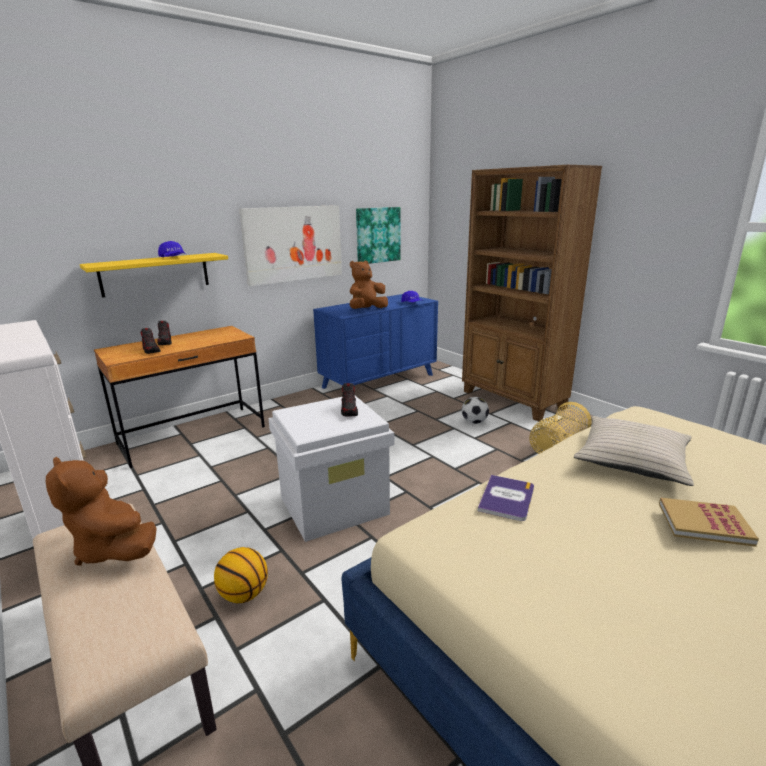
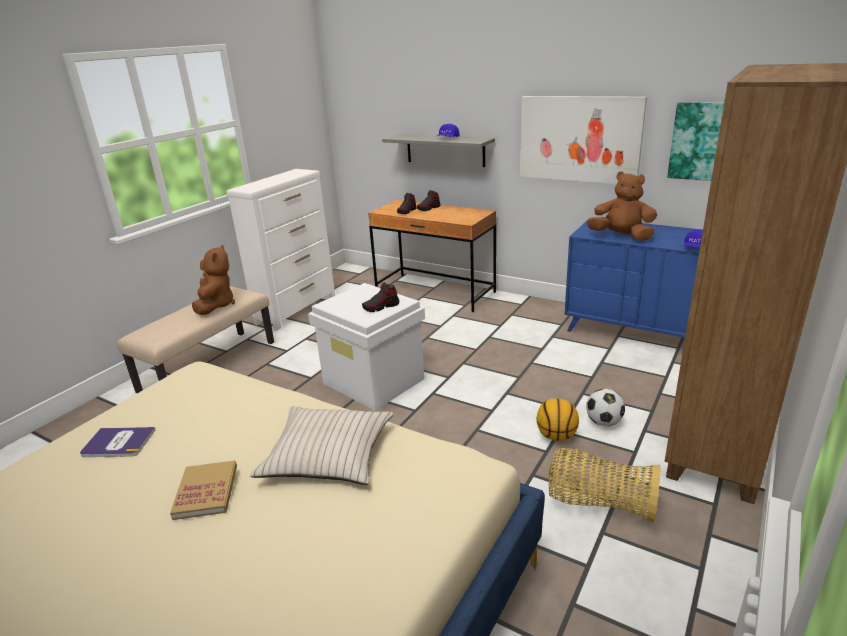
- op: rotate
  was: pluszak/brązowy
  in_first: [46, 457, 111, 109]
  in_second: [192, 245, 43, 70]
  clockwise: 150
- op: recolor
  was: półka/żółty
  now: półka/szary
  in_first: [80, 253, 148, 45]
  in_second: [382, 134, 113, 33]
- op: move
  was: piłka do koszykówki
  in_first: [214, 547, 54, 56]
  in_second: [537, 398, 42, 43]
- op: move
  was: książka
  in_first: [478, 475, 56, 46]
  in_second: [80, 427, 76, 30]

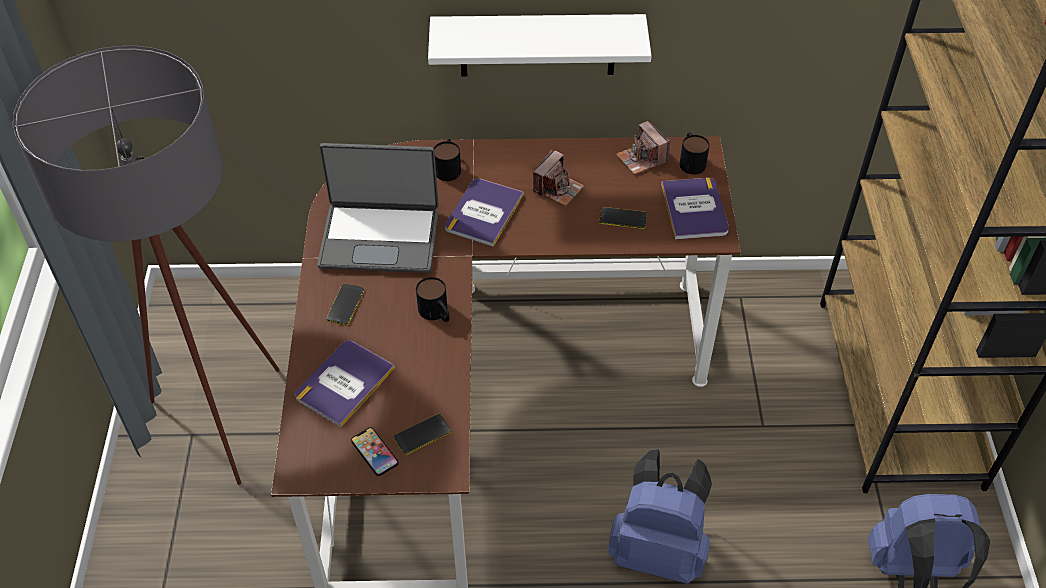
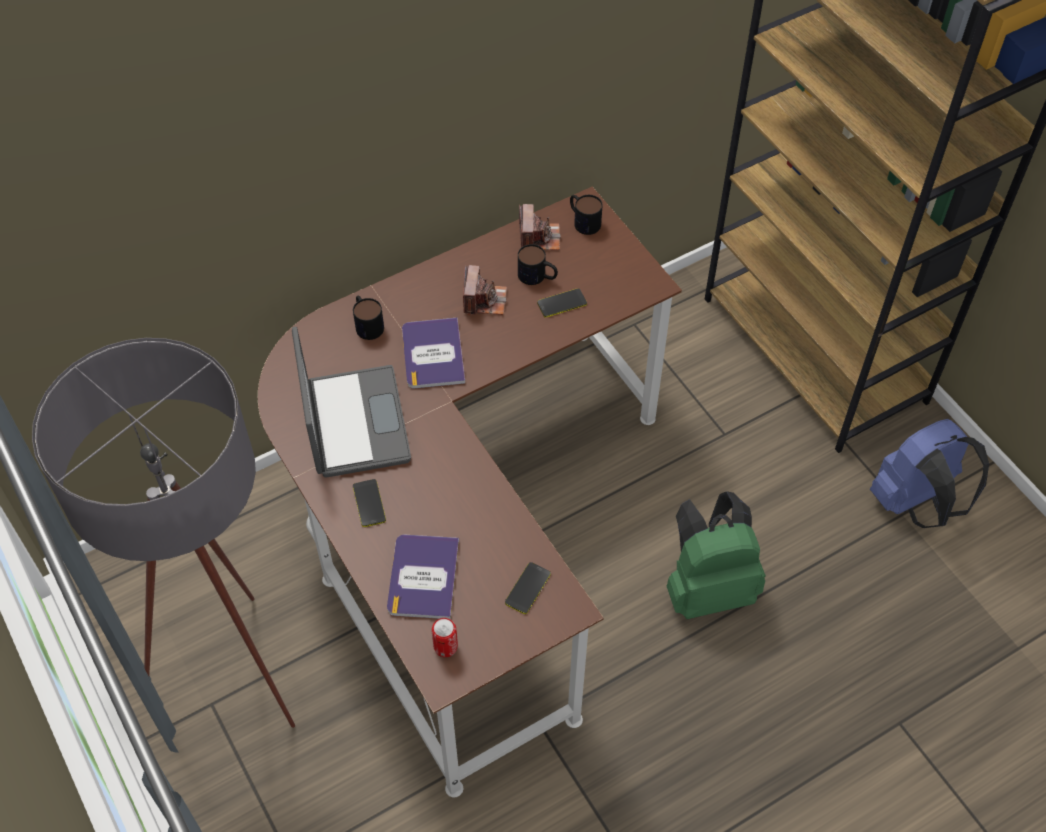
- op: rotate
  was: laptop
  in_first: [317, 143, 122, 130]
  in_second: [292, 327, 119, 151]
  clockwise: -75
- op: delete
  was: telefon
  in_first: [351, 427, 48, 49]
- op: move
  was: kubek
  in_first: [416, 277, 33, 45]
  in_second: [518, 244, 40, 41]
- op: delete
  was: półka/biały
  in_first: [428, 14, 224, 62]
- op: recolor
  was: plecak/niebieski
  now: plecak/zielony
  in_first: [608, 449, 104, 135]
  in_second: [667, 491, 99, 128]
- op: rotate
  was: aparat fotograficzny
  in_first: [616, 121, 54, 54]
  in_second: [519, 204, 42, 46]
  clockwise: -120
- op: delete
  was: książka
  in_first: [661, 178, 68, 62]
- op: insert
  now: puszka
  in_second: [432, 618, 26, 39]

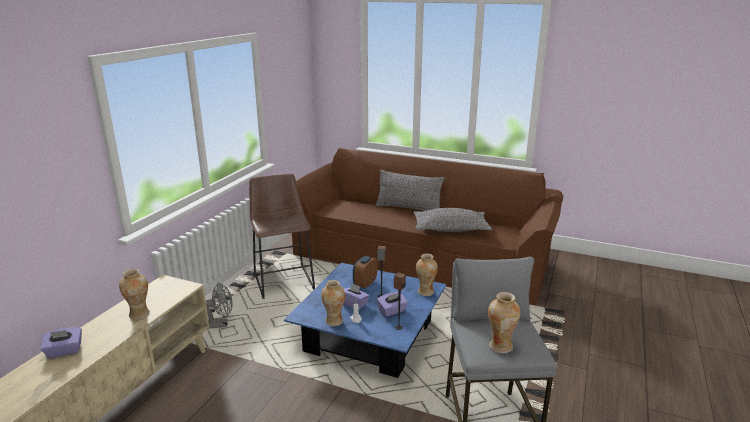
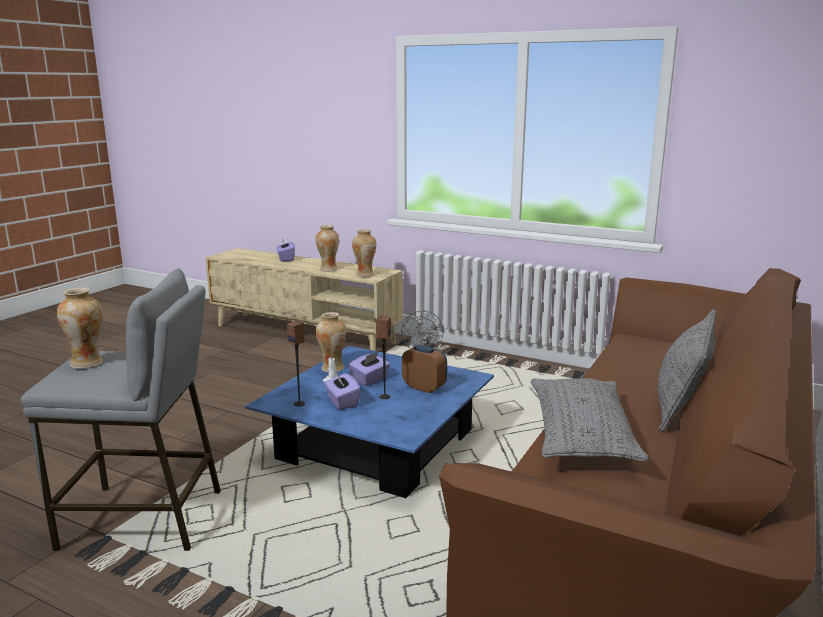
- op: delete
  was: stołek/brązowy
  in_first: [249, 174, 66, 125]
- op: move
  was: wazon
  in_first: [416, 254, 22, 42]
  in_second: [352, 229, 24, 48]

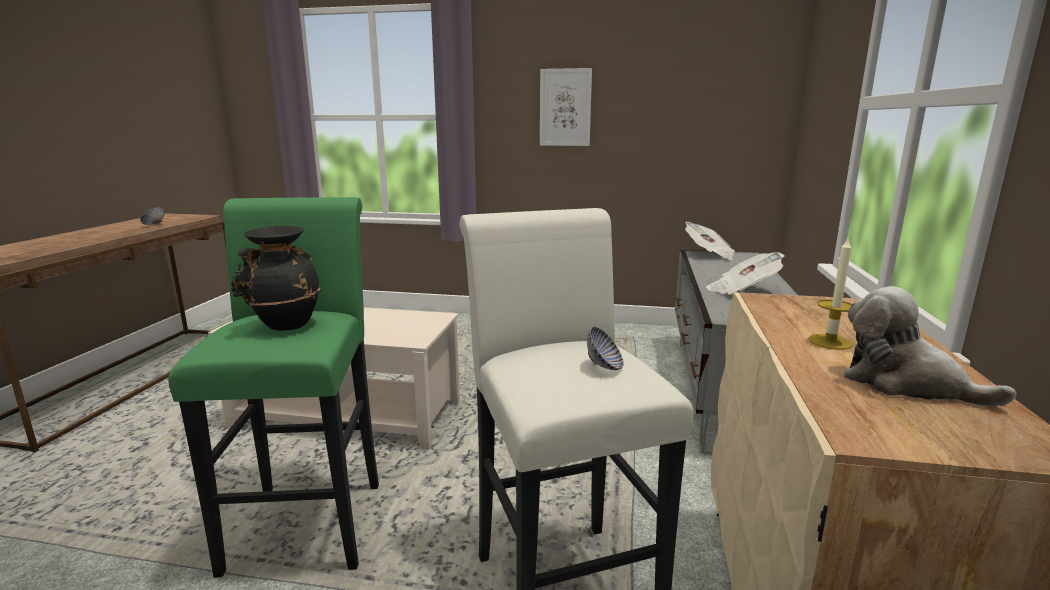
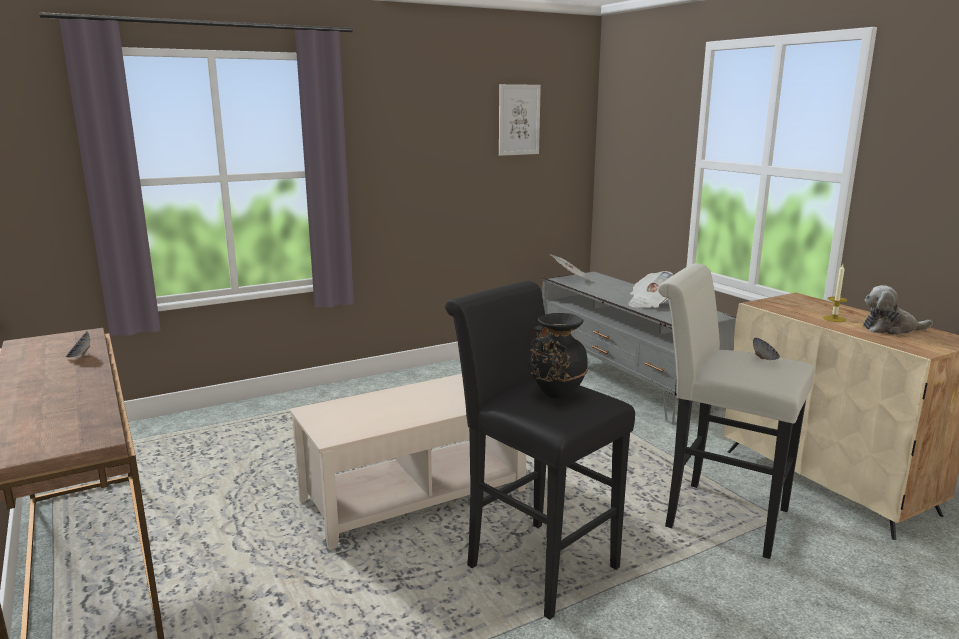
- op: recolor
  was: stołek/zielony
  now: stołek/czarny
  in_first: [168, 197, 211, 381]
  in_second: [445, 281, 190, 339]
- op: move
  was: obraz
  in_first: [540, 68, 52, 78]
  in_second: [499, 84, 42, 72]

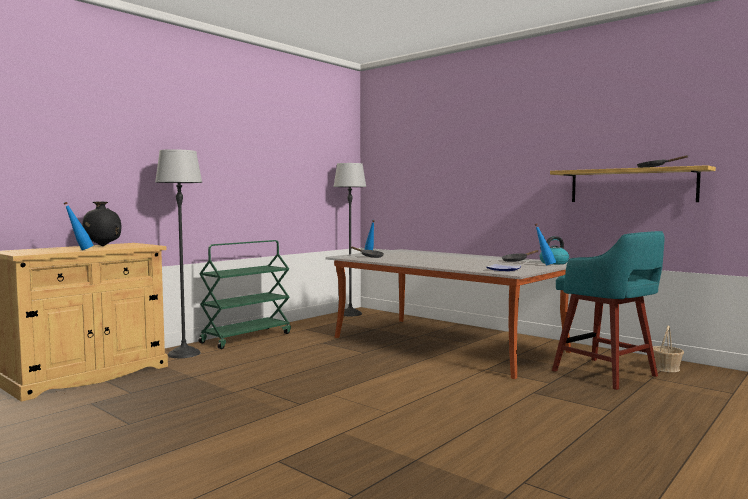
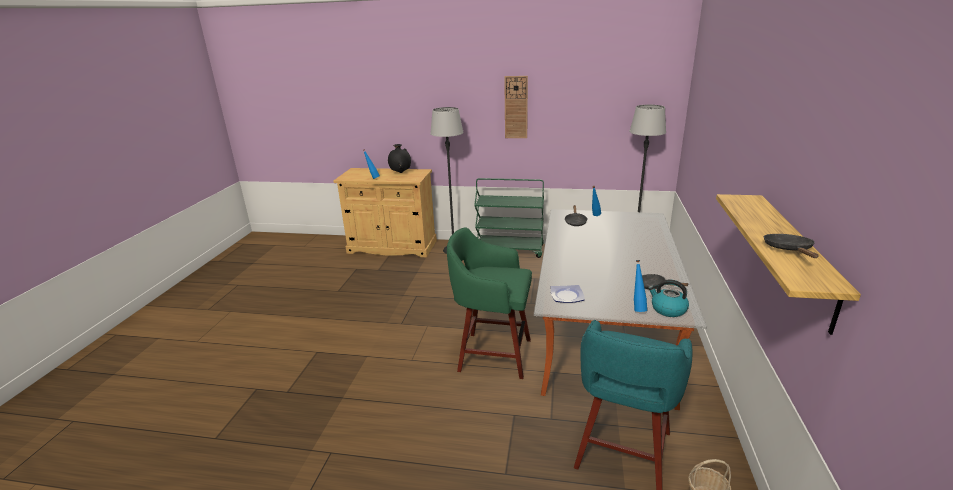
- op: insert
  now: stołek/zielony
  in_second: [447, 227, 85, 152]
- op: insert
  now: zegar ścienny
  in_second: [504, 76, 24, 62]

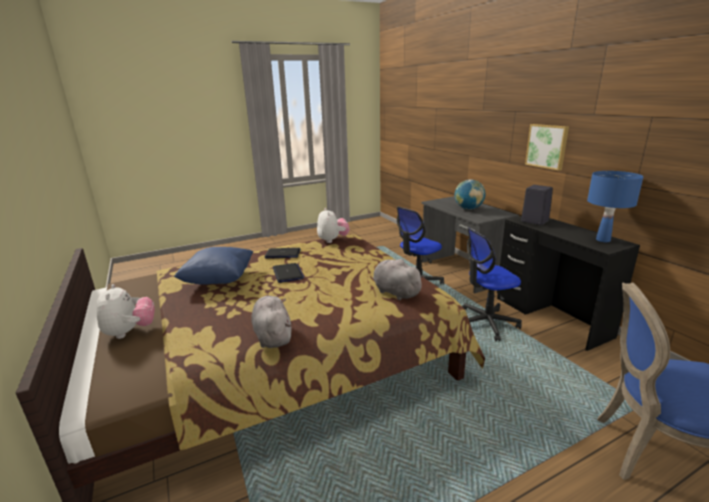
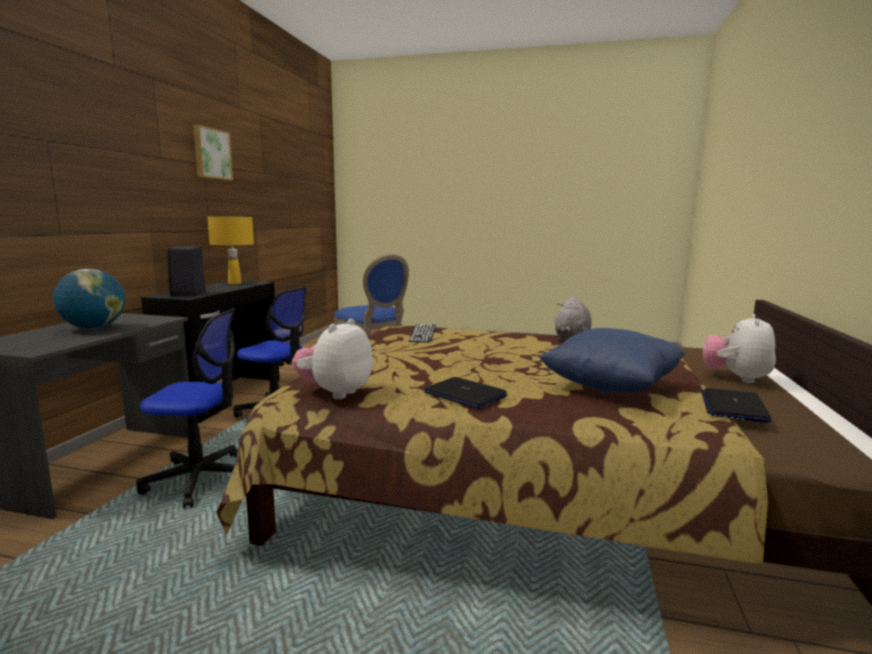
- op: move
  was: laptop
  in_first: [273, 263, 32, 20]
  in_second: [701, 388, 71, 35]
- op: replace
  was: pluszak/szary
  now: klawiatura
  in_first: [373, 259, 52, 41]
  in_second: [409, 324, 27, 18]
- op: move
  was: obraz
  in_first: [525, 124, 44, 46]
  in_second: [193, 124, 40, 56]
- op: recolor
  was: lampa stołowa/niebieski
  now: lampa stołowa/żółty
  in_first: [587, 171, 56, 71]
  in_second: [208, 217, 46, 67]

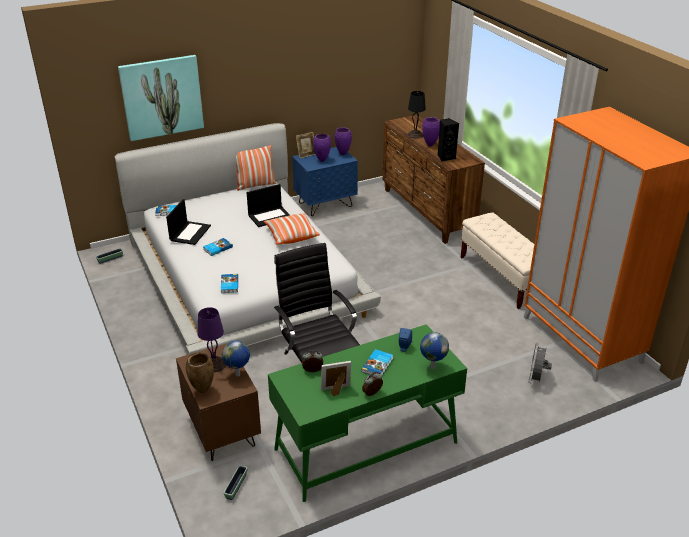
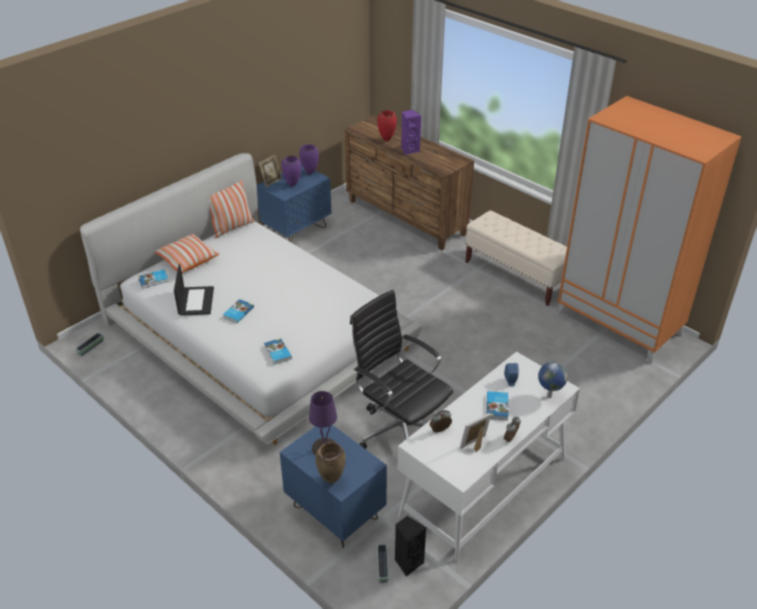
- op: delete
  was: obraz
  in_first: [118, 55, 86, 86]
- op: recolor
  was: szafka nocna/brązowy
  now: szafka nocna/niebieski
  in_first: [176, 343, 85, 118]
  in_second: [280, 425, 107, 123]
- op: delete
  was: globus
  in_first: [222, 340, 28, 36]
- op: delete
  was: laptop
  in_first: [247, 184, 43, 43]
- op: move
  was: poduszka
  in_first: [264, 213, 56, 32]
  in_second: [155, 234, 64, 39]
- op: recolor
  was: biurko/zielony
  now: biurko/biały
  in_first: [268, 324, 199, 178]
  in_second: [397, 352, 183, 210]
- op: replace
  was: lampa stołowa/czarny
  now: wazon/czerwony
  in_first: [407, 91, 19, 47]
  in_second: [377, 110, 20, 31]
- op: replace
  was: wazon/fioletowy
  now: głośnik/fioletowy
  in_first: [422, 117, 18, 30]
  in_second: [401, 110, 20, 45]
- op: move
  was: głośnik/czarny
  in_first: [438, 118, 21, 43]
  in_second: [395, 516, 31, 61]
- op: delete
  was: wentylator/szary
  in_first: [529, 344, 23, 39]

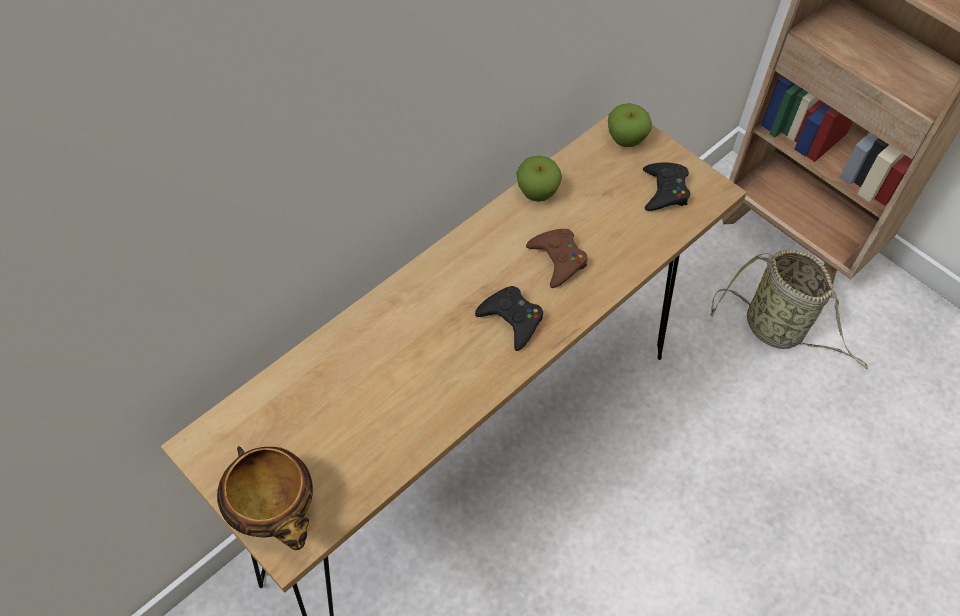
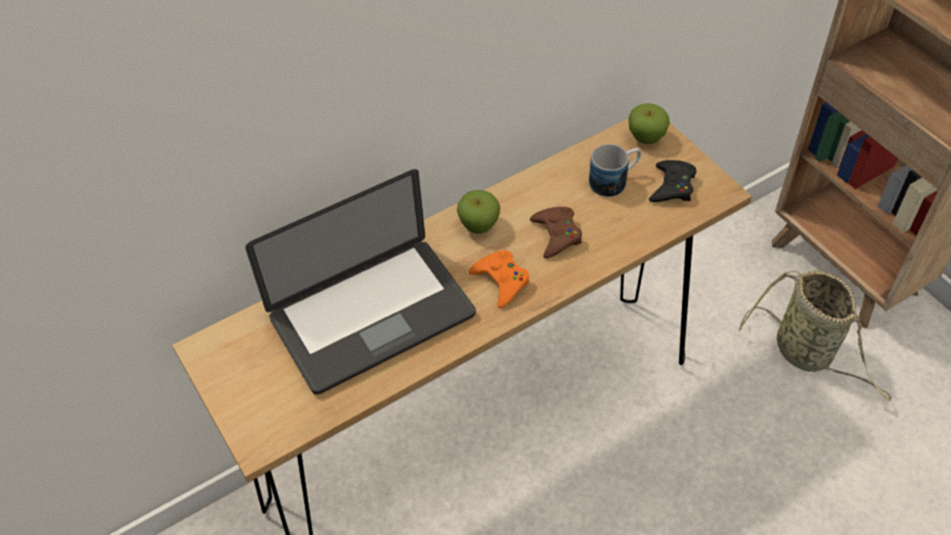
- op: delete
  was: miska
  in_first: [217, 446, 96, 104]
- op: recolor
  was: pad do gier/czarny
  now: pad do gier/pomarańczowy
  in_first: [475, 286, 68, 65]
  in_second: [469, 250, 60, 58]
- op: move
  was: jabłko
  in_first: [516, 156, 46, 46]
  in_second: [457, 190, 43, 44]
- op: insert
  now: laptop
  in_second: [245, 169, 231, 226]
- op: insert
  now: kubek
  in_second: [589, 144, 52, 53]

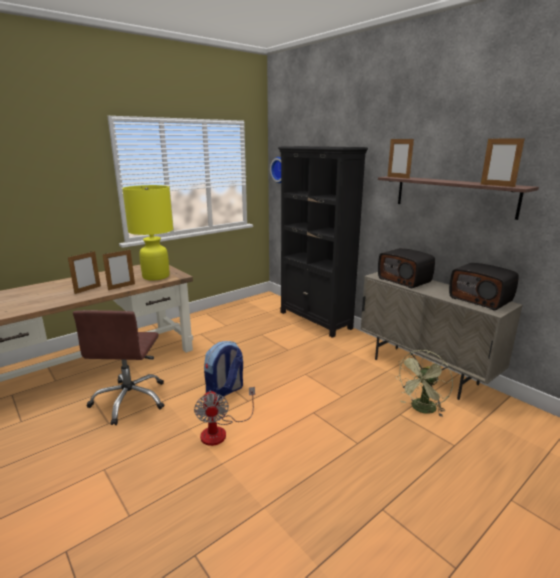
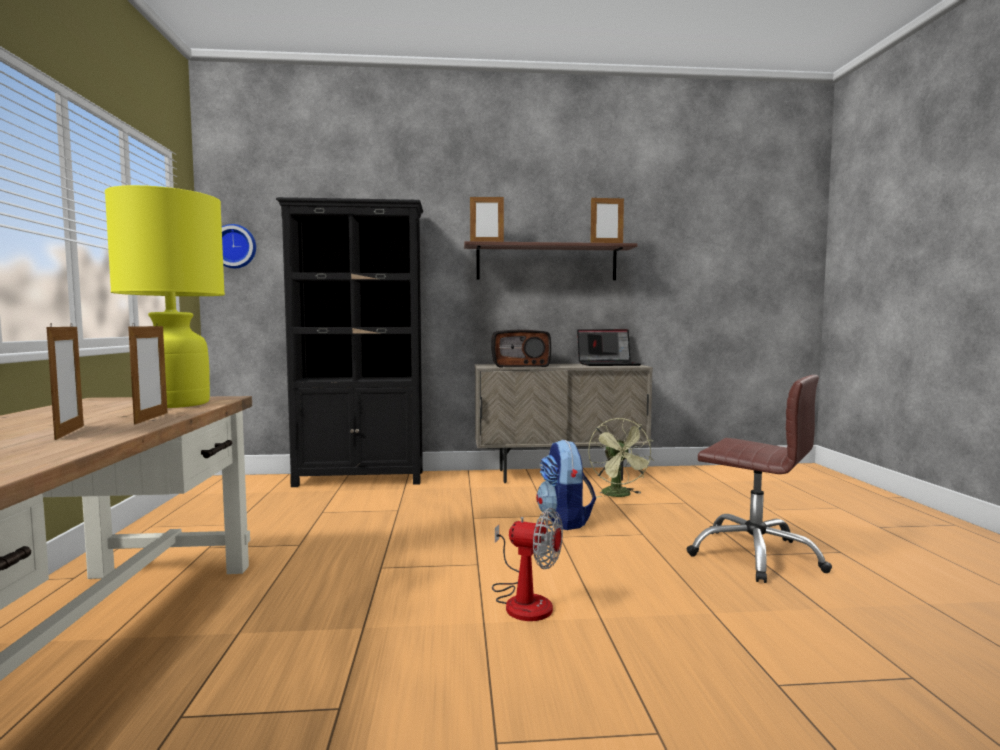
- op: move
  was: krzesło biurowe/brązowy
  in_first: [73, 310, 91, 115]
  in_second: [687, 375, 145, 208]
- op: move
  was: plecak
  in_first: [204, 341, 39, 59]
  in_second: [536, 440, 60, 90]
- op: replace
  was: radio
  now: laptop
  in_first: [449, 263, 70, 47]
  in_second: [577, 329, 64, 37]

